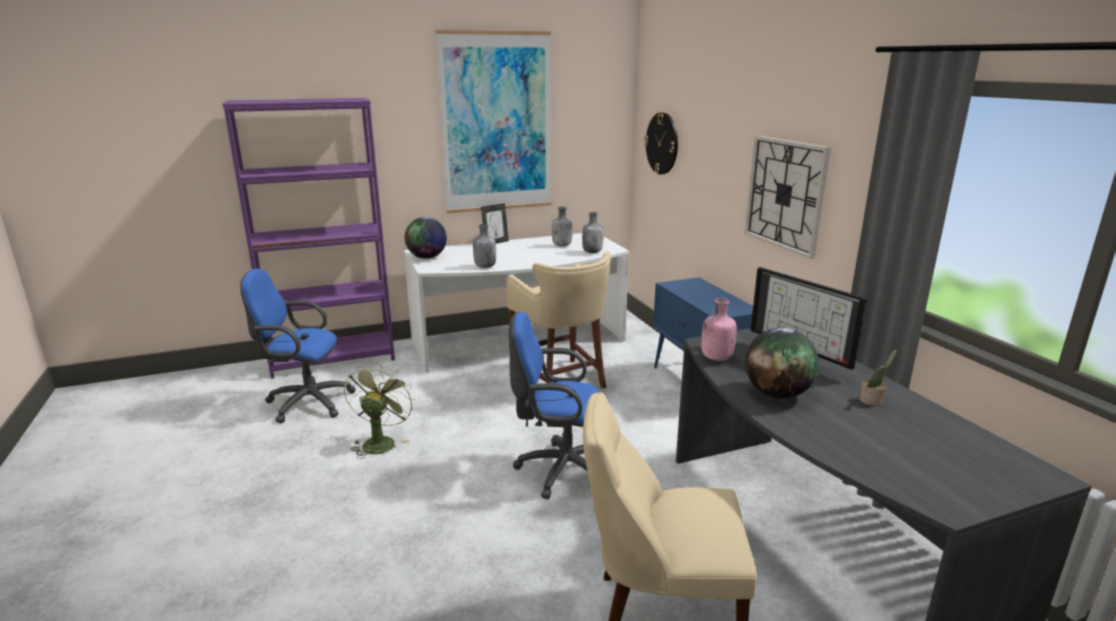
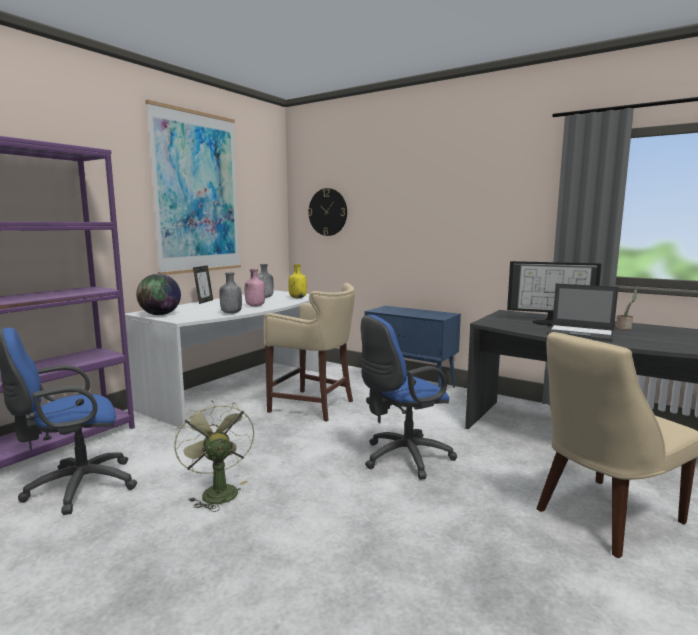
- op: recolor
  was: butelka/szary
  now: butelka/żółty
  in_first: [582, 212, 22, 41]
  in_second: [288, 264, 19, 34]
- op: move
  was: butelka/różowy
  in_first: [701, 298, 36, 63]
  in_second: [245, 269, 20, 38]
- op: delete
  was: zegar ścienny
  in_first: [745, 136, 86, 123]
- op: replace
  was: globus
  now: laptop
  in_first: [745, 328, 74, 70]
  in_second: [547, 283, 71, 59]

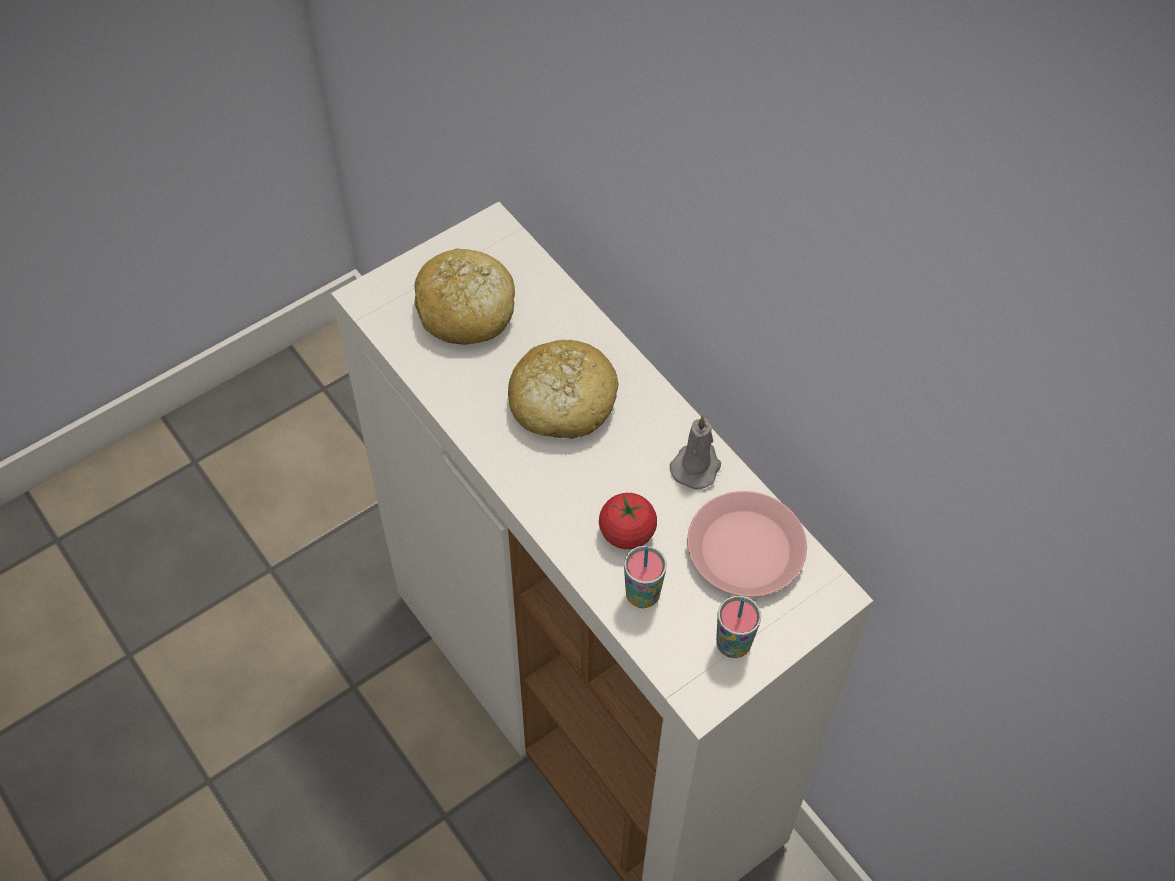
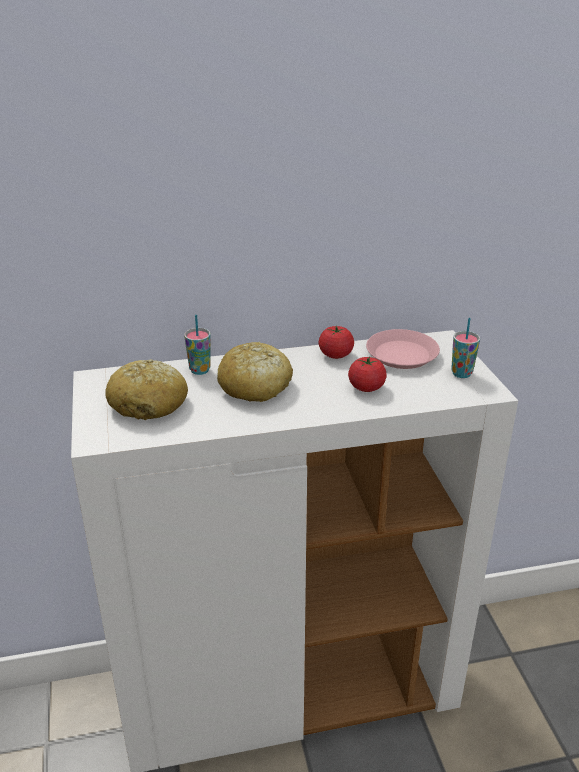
- op: move
  was: filiżanka
  in_first: [624, 546, 43, 62]
  in_second: [184, 315, 27, 60]
- op: replace
  was: świeca/szary
  now: pomidor
  in_first: [670, 415, 51, 75]
  in_second: [319, 326, 35, 33]

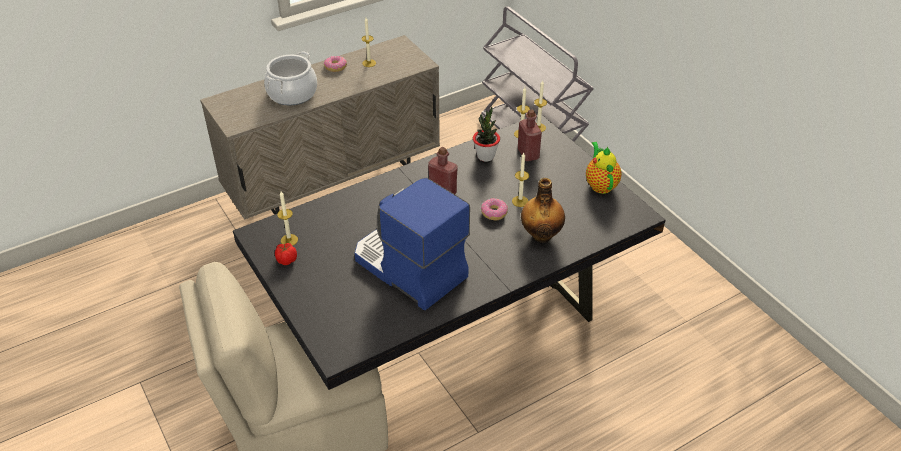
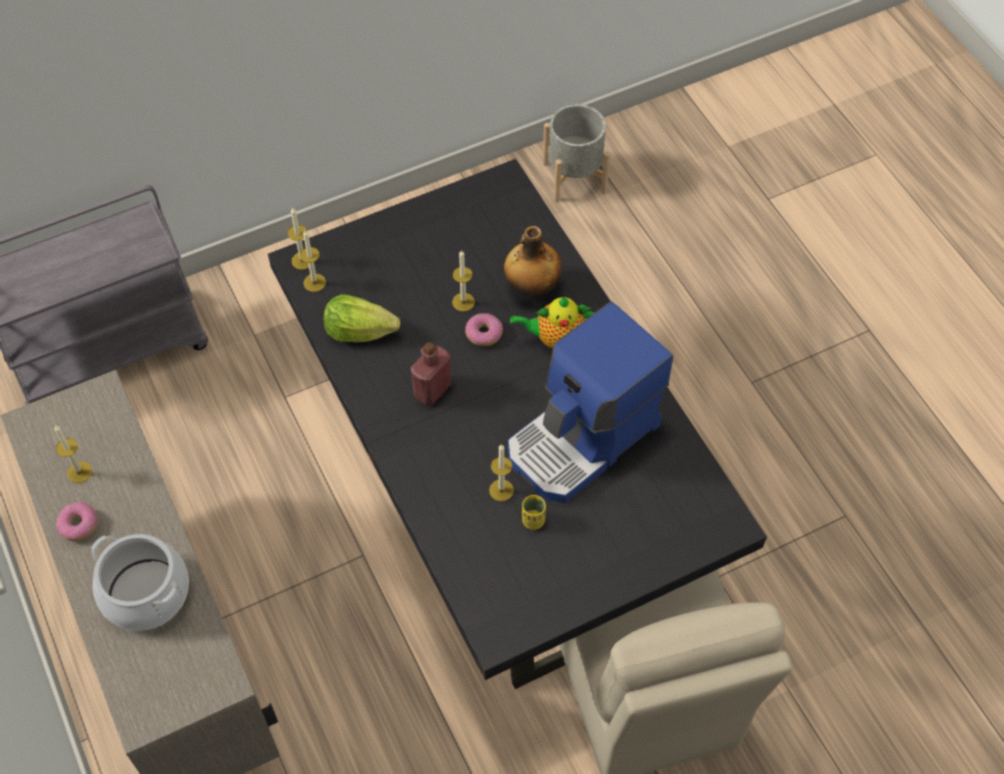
- op: delete
  was: pomidor
  in_first: [275, 243, 22, 22]
- op: move
  was: świeca
  in_first: [277, 191, 21, 55]
  in_second: [489, 444, 25, 57]
- op: replace
  was: roślina doniczkowa
  now: sałata
  in_first: [473, 107, 27, 55]
  in_second: [324, 294, 76, 48]
- op: delete
  was: butelka/czerwony
  in_first: [518, 110, 24, 51]
- op: move
  was: imbryk
  in_first: [586, 142, 36, 52]
  in_second: [510, 297, 84, 52]
- op: insert
  now: filiżanka/żółty
  in_second: [522, 495, 24, 35]
- op: insert
  now: donica/szary
  in_second: [543, 104, 67, 98]

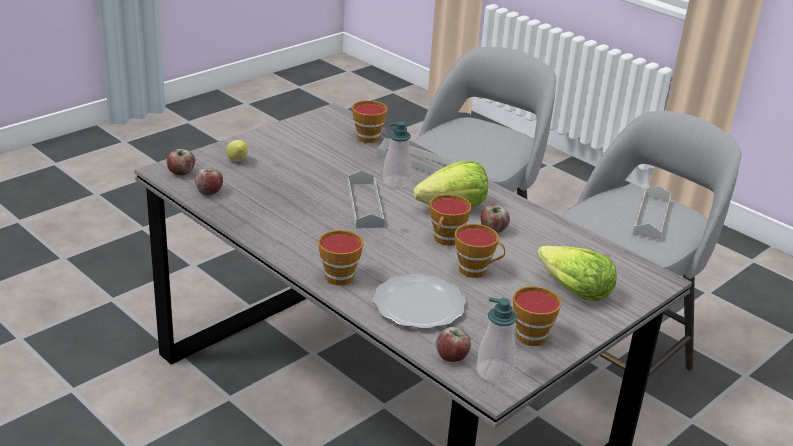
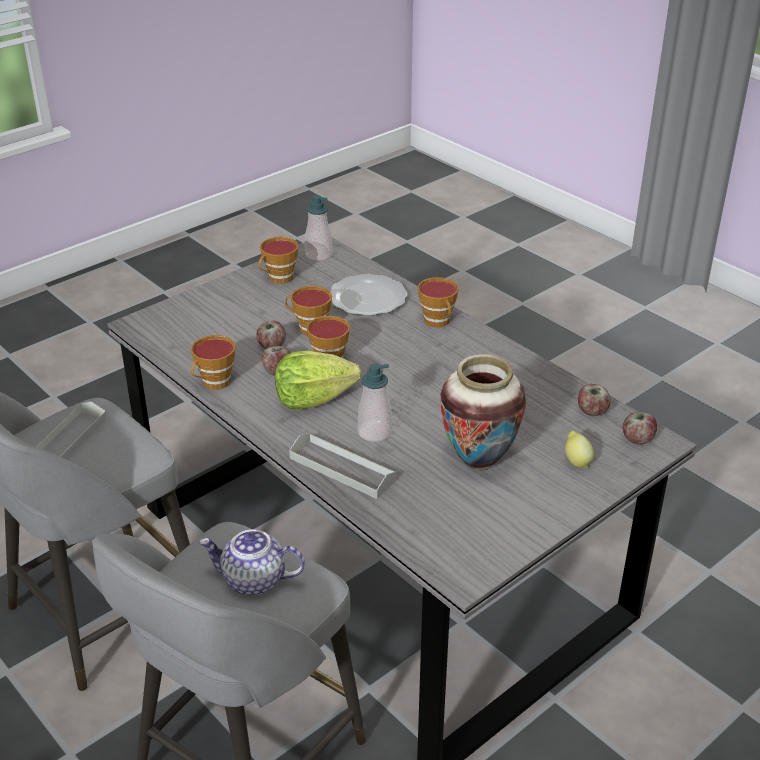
- op: delete
  was: taca/szary
  in_first: [348, 170, 37, 58]
- op: move
  was: filiżanka
  in_first: [352, 100, 36, 43]
  in_second: [191, 335, 45, 55]
- op: move
  was: jabłko
  in_first: [436, 327, 35, 35]
  in_second: [256, 321, 30, 28]
- op: delete
  was: sałata
  in_first: [537, 246, 80, 55]
- op: insert
  now: imbryk
  in_second: [199, 529, 106, 66]
- op: insert
  now: wazon
  in_second: [441, 354, 85, 117]

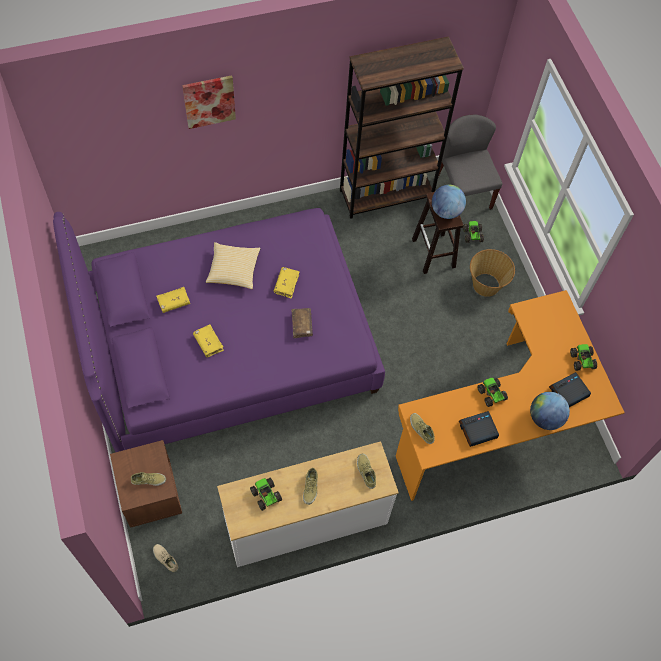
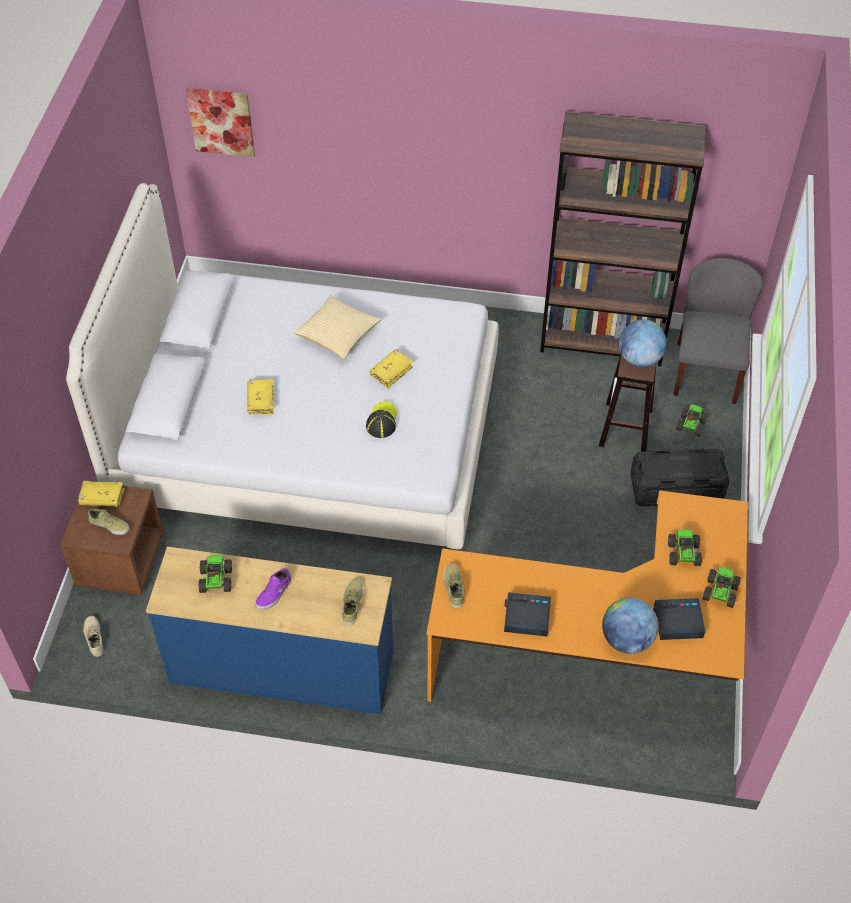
- op: recolor
  was: łóżko/fioletowy
  now: łóżko/biały
  in_first: [53, 208, 332, 244]
  in_second: [66, 183, 433, 368]
- op: move
  was: książka/żółty
  in_first: [156, 287, 34, 26]
  in_second: [78, 481, 47, 26]
- op: move
  was: obraz
  in_first: [182, 75, 54, 54]
  in_second: [186, 88, 69, 69]
- op: recolor
  was: komoda/biały
  now: komoda/niebieski
  in_first: [217, 441, 182, 126]
  in_second: [146, 547, 247, 167]
- op: replace
  was: książka/brązowy
  now: czapka z daszkiem
  in_first: [291, 308, 22, 30]
  in_second: [366, 401, 31, 37]
- op: recolor
  was: but/beżowy
  now: but/fioletowy
  in_first: [303, 468, 15, 37]
  in_second: [255, 568, 36, 42]
- op: replace
  was: koszyk
  now: pojemnik do przechowywania/czarny
  in_first: [470, 249, 45, 48]
  in_second: [631, 448, 98, 58]
- op: move
  was: ciężarówka zabawkowa
  in_first: [477, 378, 31, 29]
  in_second: [668, 529, 34, 37]

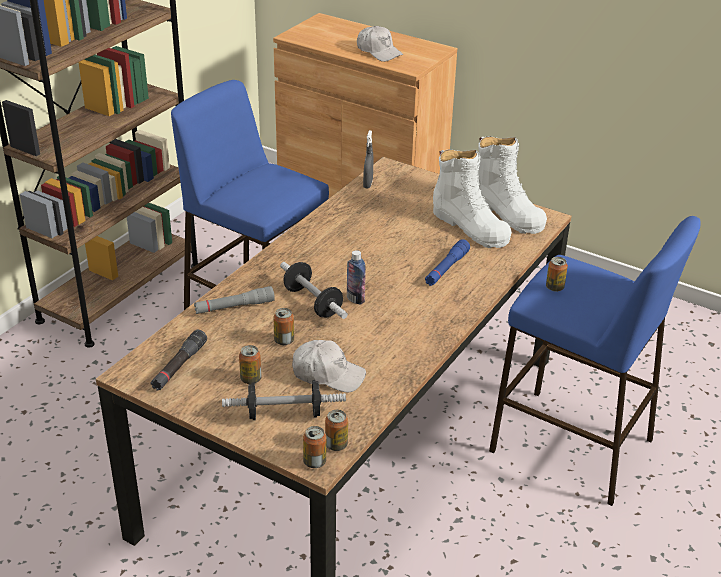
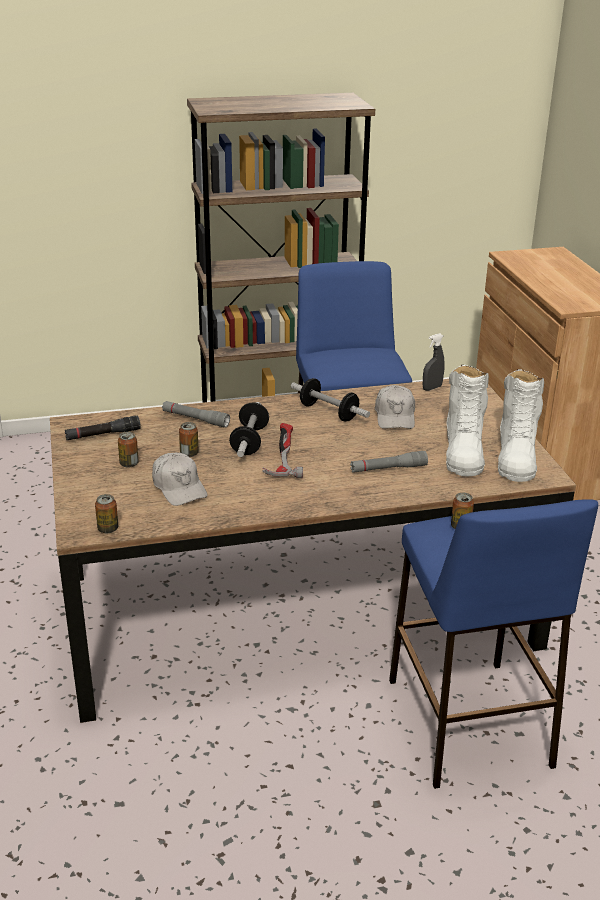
- op: move
  was: hantel
  in_first: [222, 380, 124, 40]
  in_second: [291, 378, 79, 44]
- op: delete
  was: puszka
  in_first: [303, 426, 24, 42]
- op: replace
  was: butelka
  now: młotek
  in_first: [347, 250, 19, 54]
  in_second: [262, 423, 41, 55]
- op: move
  was: czapka z daszkiem/biały
  in_first: [357, 26, 47, 36]
  in_second: [375, 385, 40, 44]
- op: recolor
  was: latarka/niebieski
  now: latarka/szary
  in_first: [425, 239, 45, 47]
  in_second: [350, 451, 78, 22]

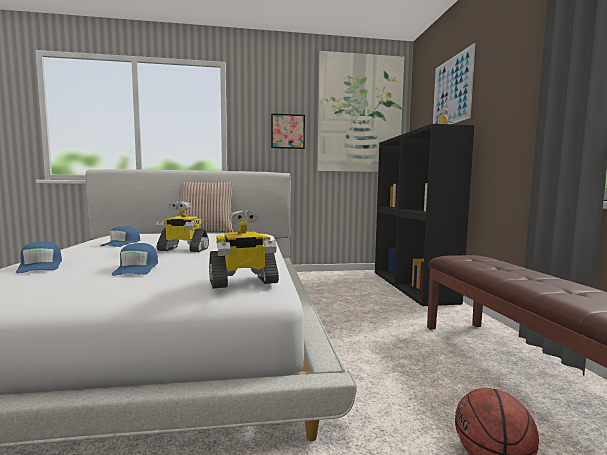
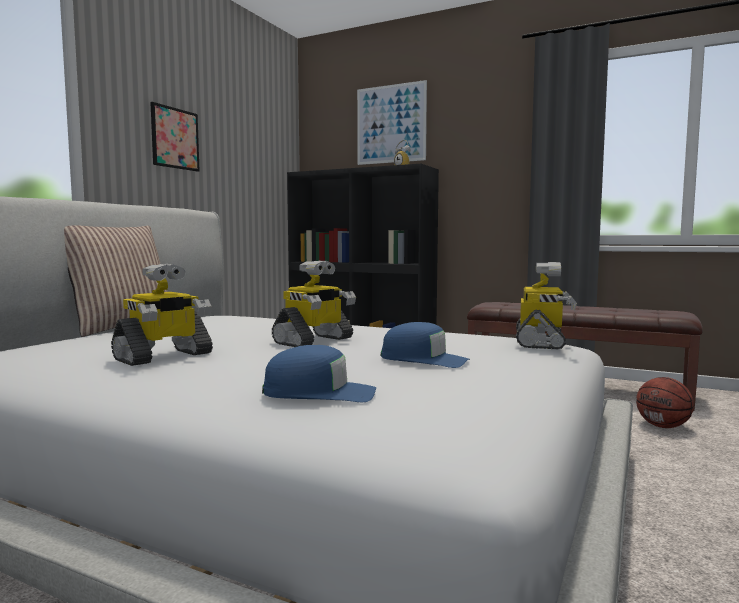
- op: replace
  was: czapka z daszkiem/niebieski
  now: robot zabawkowy
  in_first: [100, 226, 40, 21]
  in_second: [111, 264, 102, 102]
- op: delete
  was: obraz
  in_first: [317, 51, 87, 121]

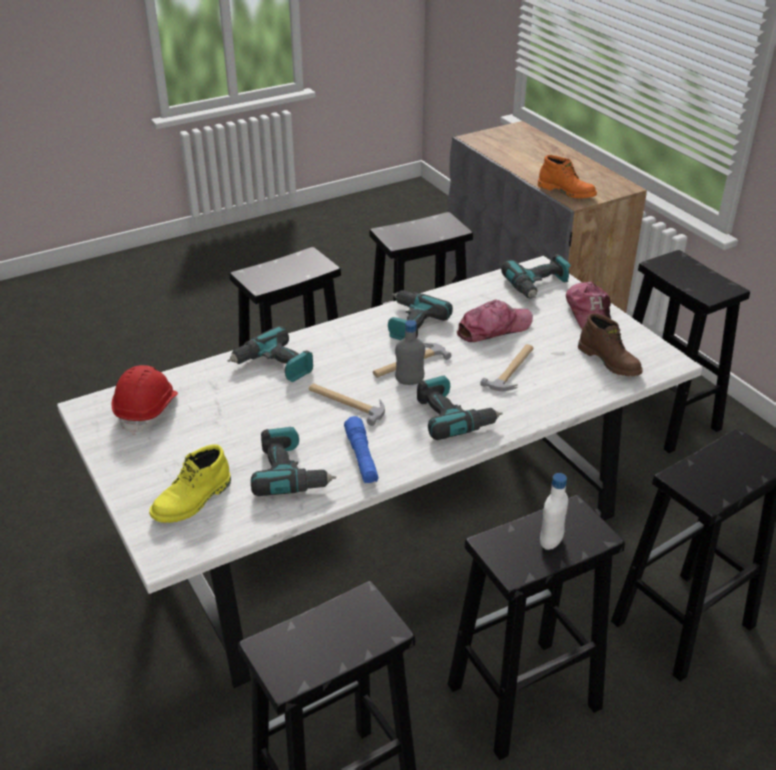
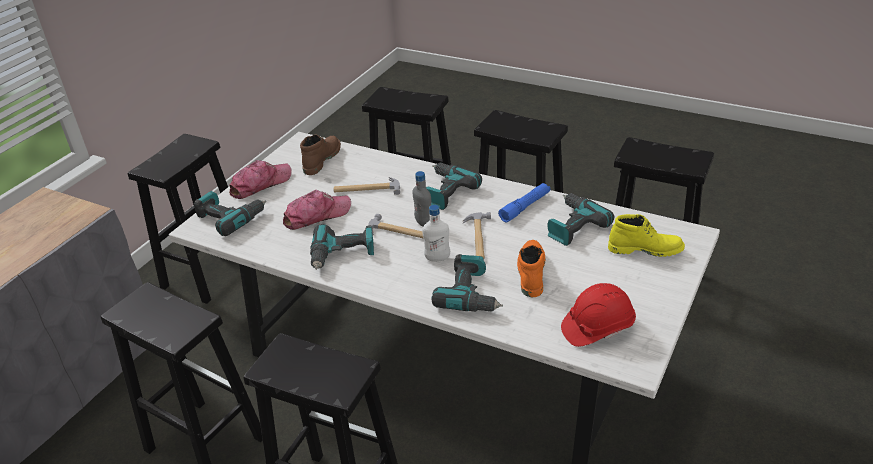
- op: rotate
  was: czapka z daszkiem
  in_first: [457, 299, 76, 43]
  in_second: [283, 190, 68, 40]
  clockwise: 120
- op: move
  was: but z cholewką/pomarańczowy
  in_first: [538, 155, 59, 43]
  in_second: [517, 240, 28, 57]
- op: move
  was: butelka/biały
  in_first: [540, 473, 28, 77]
  in_second: [422, 205, 28, 57]

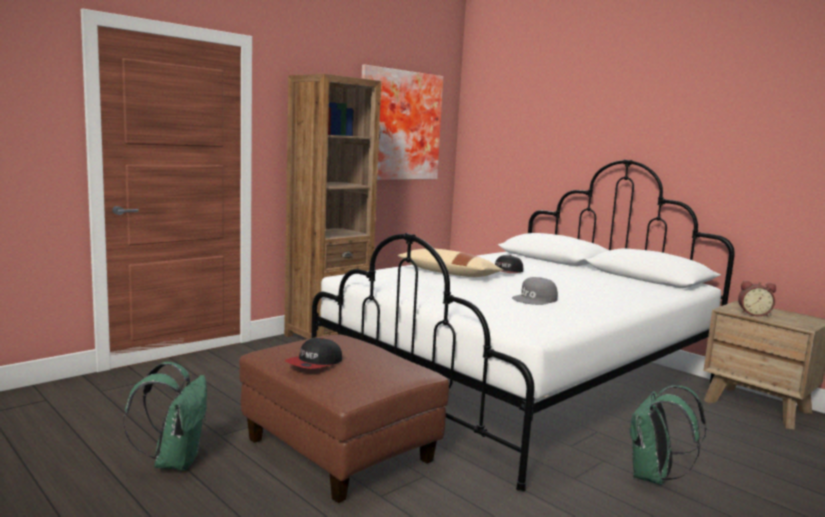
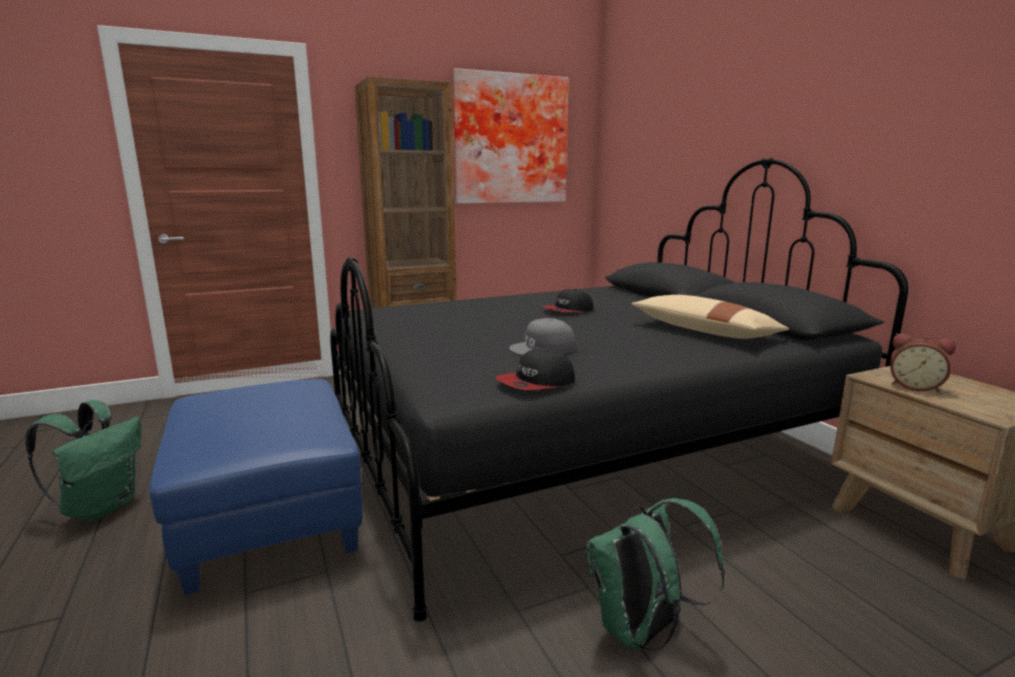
- op: recolor
  was: pufa/brązowy
  now: pufa/niebieski
  in_first: [239, 335, 210, 168]
  in_second: [149, 379, 214, 216]
- op: move
  was: czapka z daszkiem
  in_first: [285, 338, 57, 31]
  in_second: [496, 349, 79, 41]
- op: recolor
  was: łóżko/biały
  now: łóżko/czarny
  in_first: [311, 159, 424, 333]
  in_second: [330, 158, 579, 464]
- op: move
  was: poduszka/beżowy
  in_first: [398, 249, 105, 28]
  in_second: [632, 295, 157, 44]

